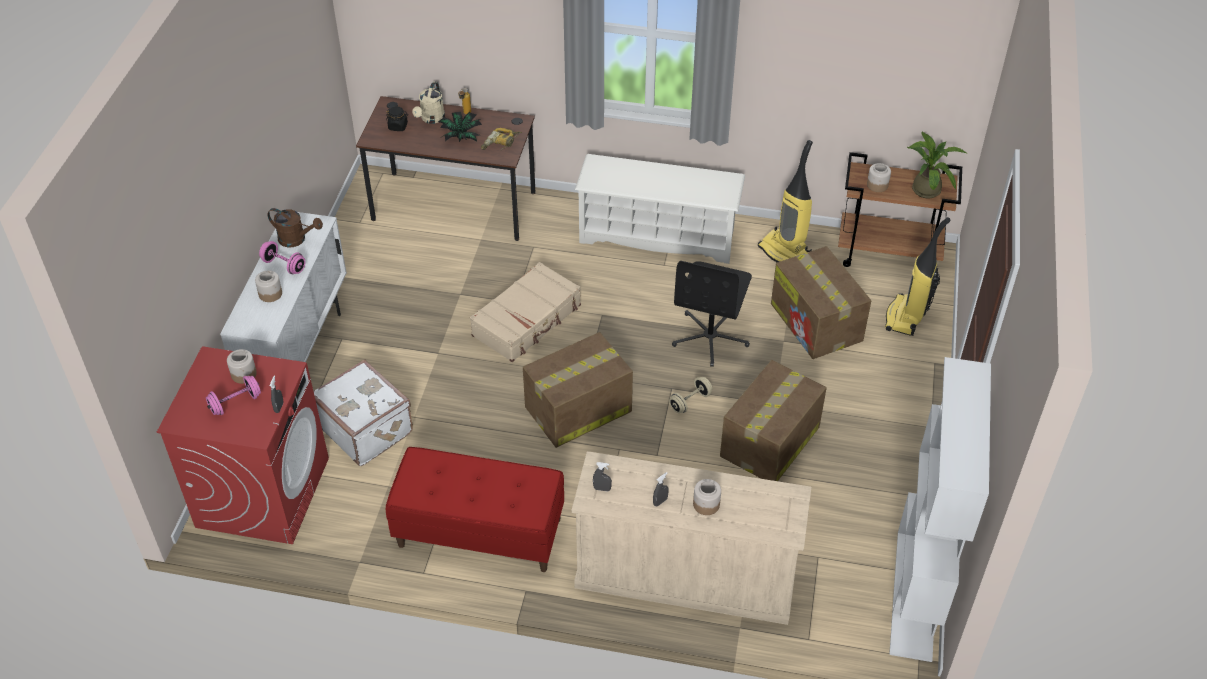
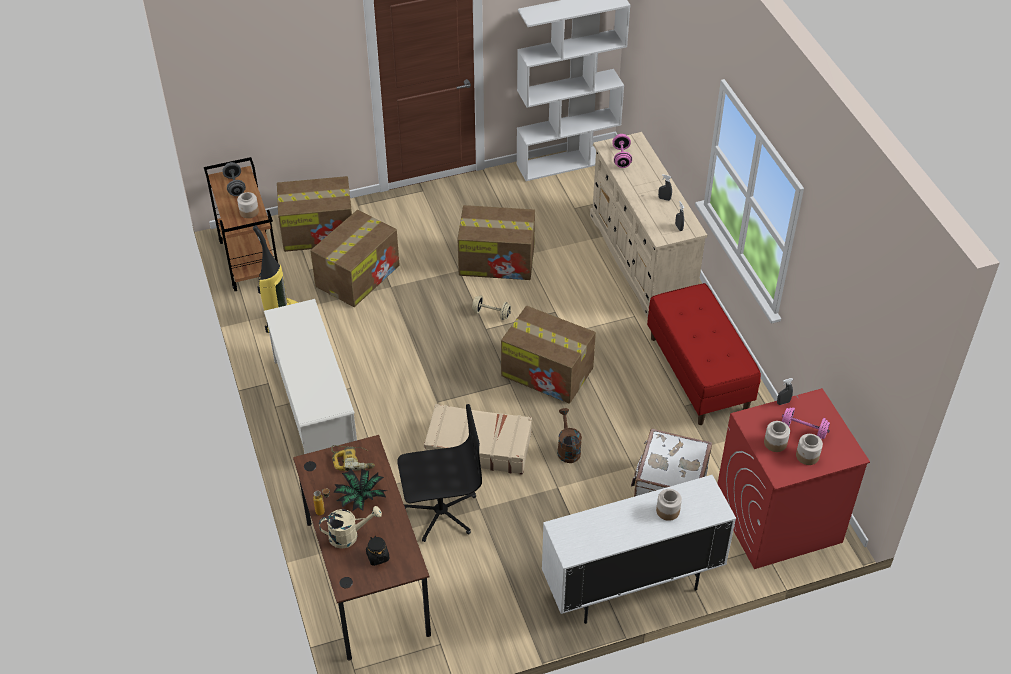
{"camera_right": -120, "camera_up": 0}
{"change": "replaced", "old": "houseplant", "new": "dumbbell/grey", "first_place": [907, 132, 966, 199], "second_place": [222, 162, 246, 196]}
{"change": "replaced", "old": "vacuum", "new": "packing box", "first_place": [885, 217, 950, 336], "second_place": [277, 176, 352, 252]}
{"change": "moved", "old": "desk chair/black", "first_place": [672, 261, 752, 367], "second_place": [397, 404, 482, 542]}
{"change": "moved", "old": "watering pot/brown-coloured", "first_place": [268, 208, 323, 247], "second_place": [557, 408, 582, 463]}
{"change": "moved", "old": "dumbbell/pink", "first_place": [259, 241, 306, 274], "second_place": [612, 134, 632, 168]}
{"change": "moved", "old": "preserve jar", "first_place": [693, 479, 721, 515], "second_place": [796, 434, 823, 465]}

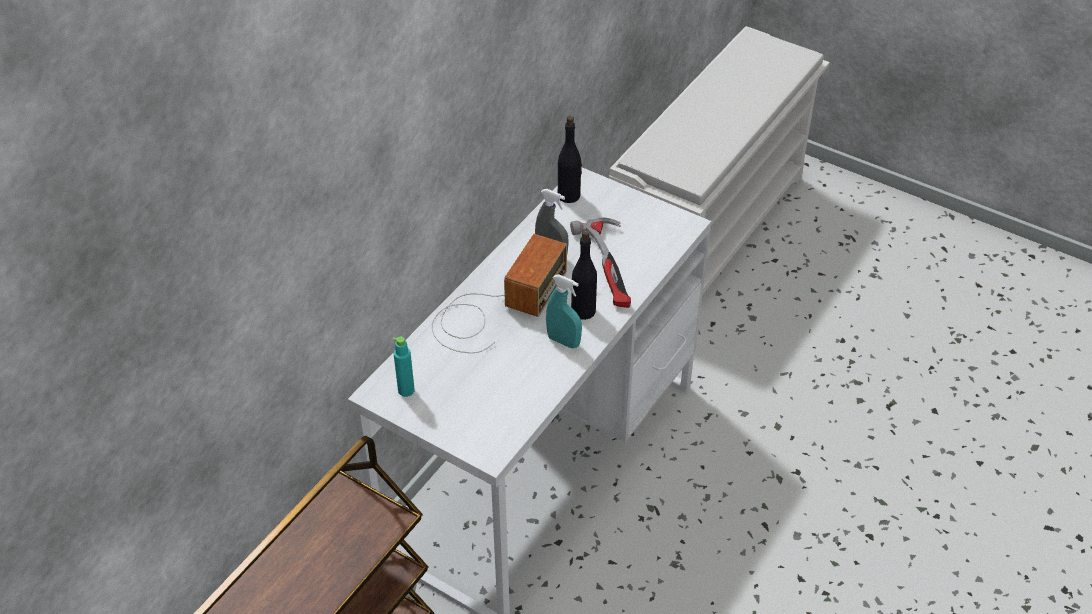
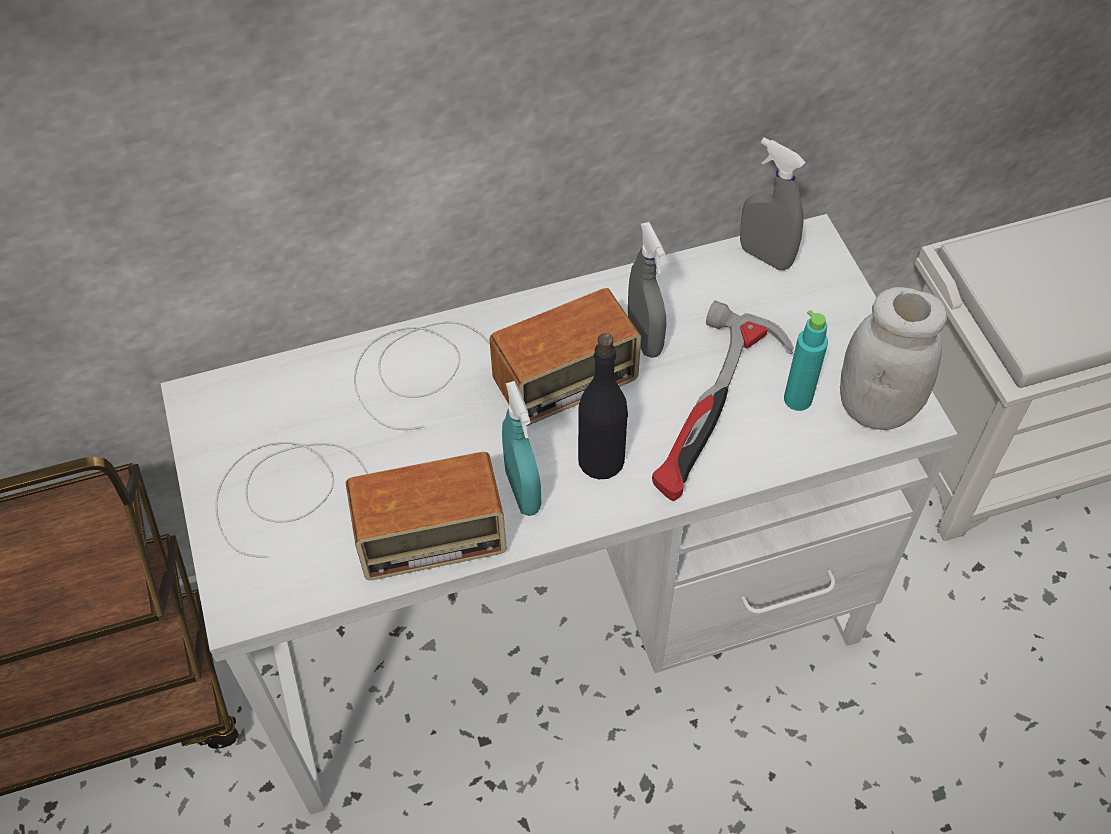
{"camera_right": 40, "camera_up": 10}
{"change": "added", "new": "radio set", "second_place": [215, 442, 507, 580]}
{"change": "replaced", "old": "beverage bottle/black", "new": "hand sprayer/grey", "first_place": [558, 116, 582, 203], "second_place": [740, 138, 805, 270]}
{"change": "moved", "old": "beverage bottle/blue-green", "first_place": [393, 336, 415, 397], "second_place": [784, 310, 828, 411]}
{"change": "added", "new": "preserve jar/whitish", "second_place": [840, 287, 947, 430]}

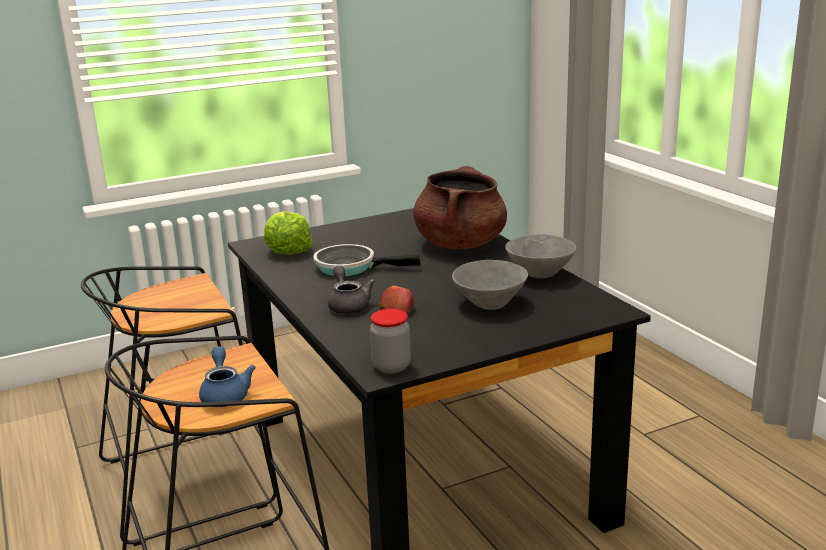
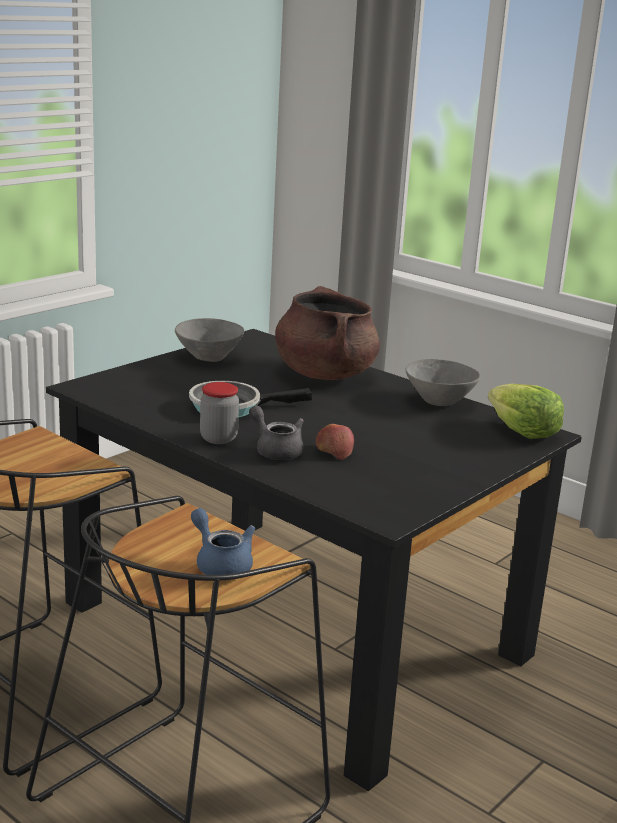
{"camera_right": -25, "camera_up": 0}
{"change": "moved", "old": "serving bowl/grey", "first_place": [452, 260, 528, 310], "second_place": [175, 318, 244, 362]}
{"change": "moved", "old": "preserve jar", "first_place": [370, 309, 411, 374], "second_place": [200, 382, 239, 444]}
{"change": "moved", "old": "lettuce head", "first_place": [264, 211, 312, 255], "second_place": [488, 384, 564, 439]}

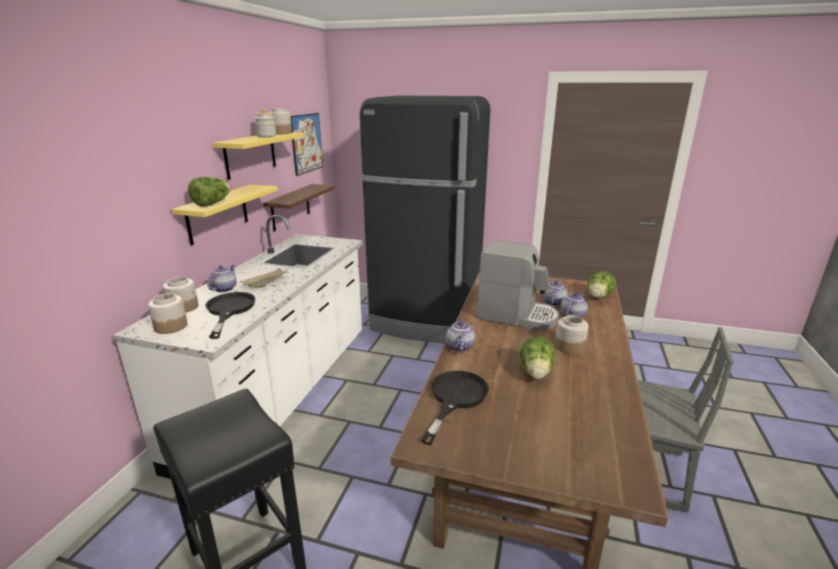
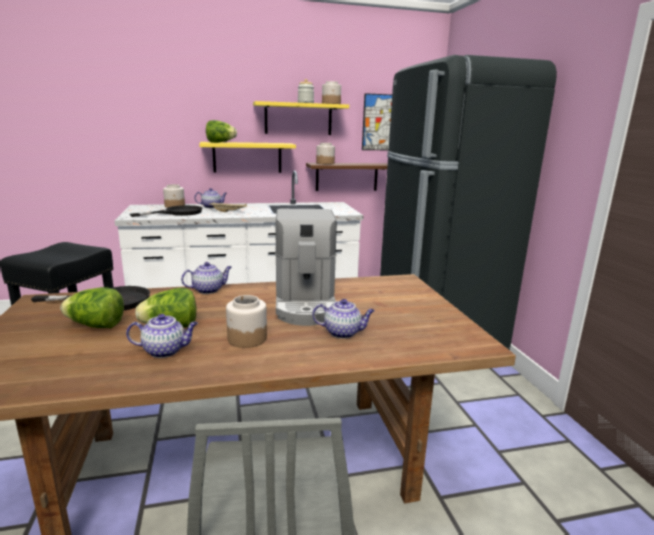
{"camera_right": 60, "camera_up": -5}
{"change": "moved", "old": "lettuce head", "first_place": [588, 271, 616, 298], "second_place": [60, 287, 124, 328]}
{"change": "moved", "old": "tea pot", "first_place": [542, 280, 567, 306], "second_place": [126, 314, 198, 358]}
{"change": "moved", "old": "preserve jar", "first_place": [148, 293, 187, 334], "second_place": [316, 143, 335, 165]}

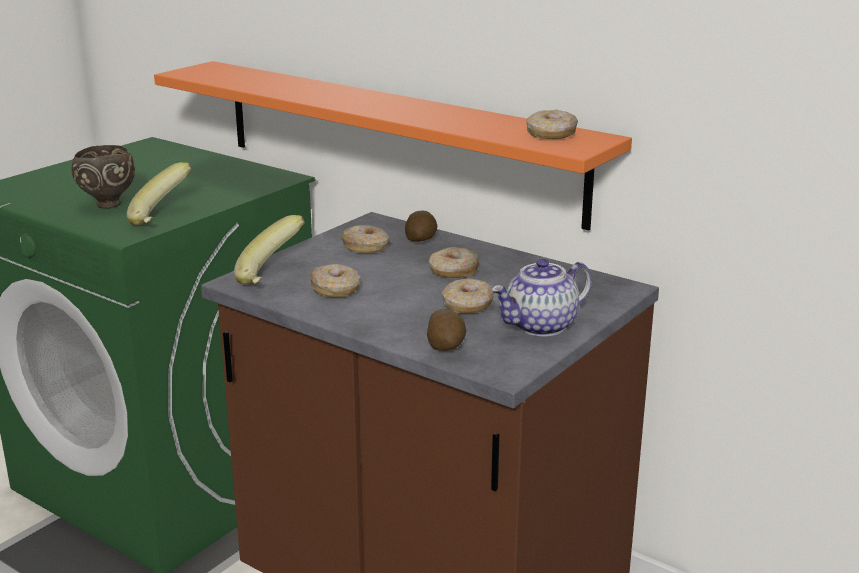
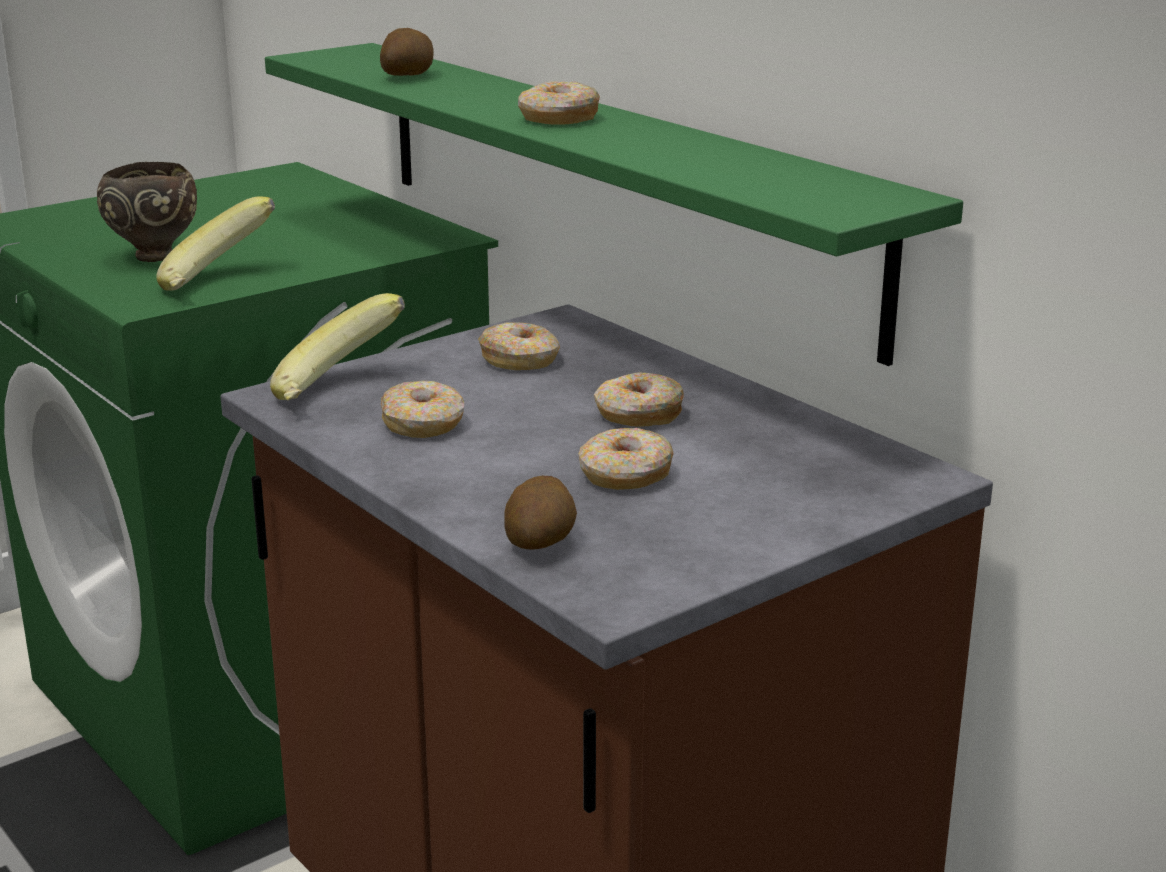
{"camera_right": 15, "camera_up": 0}
{"change": "recoloured", "old": "shelf/orange", "new": "shelf/green", "first_place": [154, 61, 632, 231], "second_place": [265, 43, 963, 366]}
{"change": "moved", "old": "whole potato", "first_place": [405, 210, 437, 242], "second_place": [380, 28, 433, 76]}
{"change": "moved", "old": "donut", "first_place": [526, 110, 578, 139], "second_place": [518, 81, 600, 125]}
{"change": "removed", "old": "tea pot", "first_place": [491, 259, 592, 336]}

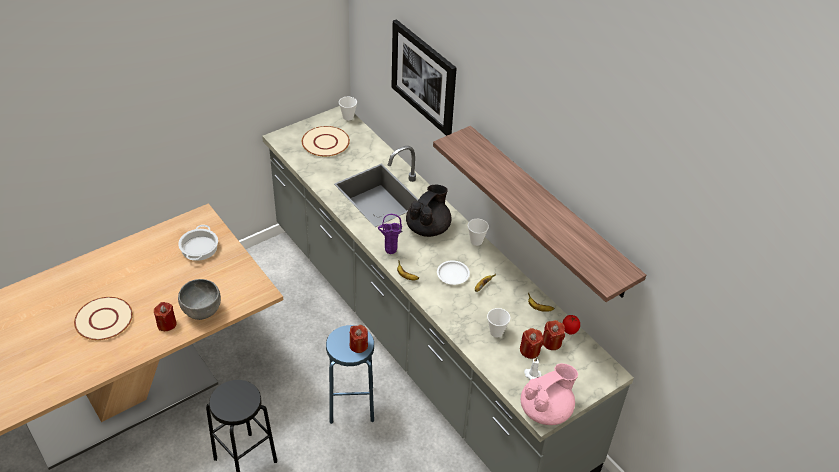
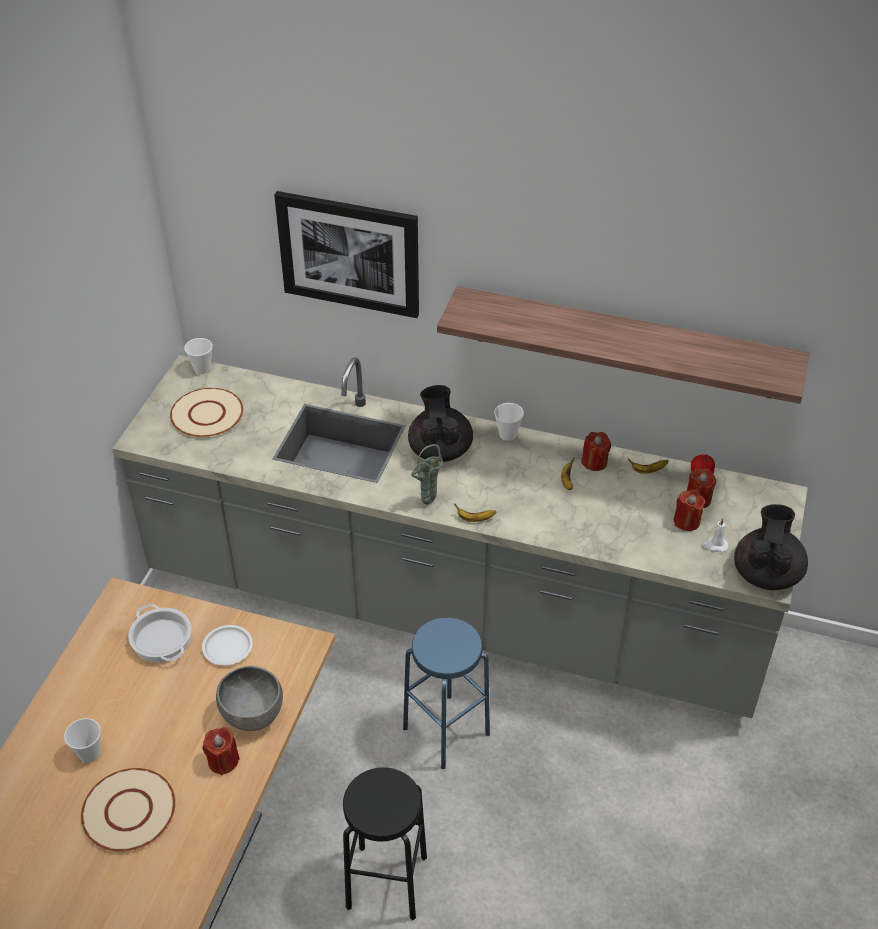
{"camera_right": -35, "camera_up": 0}
{"change": "moved", "old": "small cup", "first_place": [487, 308, 510, 338], "second_place": [64, 718, 101, 763]}
{"change": "moved", "old": "plate/whitish", "first_place": [437, 260, 470, 285], "second_place": [202, 625, 253, 665]}
{"change": "recoloured", "old": "decorative vase/purplish", "new": "decorative vase/green", "first_place": [378, 214, 402, 254], "second_place": [411, 444, 443, 505]}
{"change": "moved", "old": "wax candle/reddish", "first_place": [349, 325, 368, 353], "second_place": [581, 432, 611, 471]}
{"change": "recoloured", "old": "tea pot/pink", "new": "tea pot/black", "first_place": [521, 363, 578, 425], "second_place": [734, 504, 808, 590]}

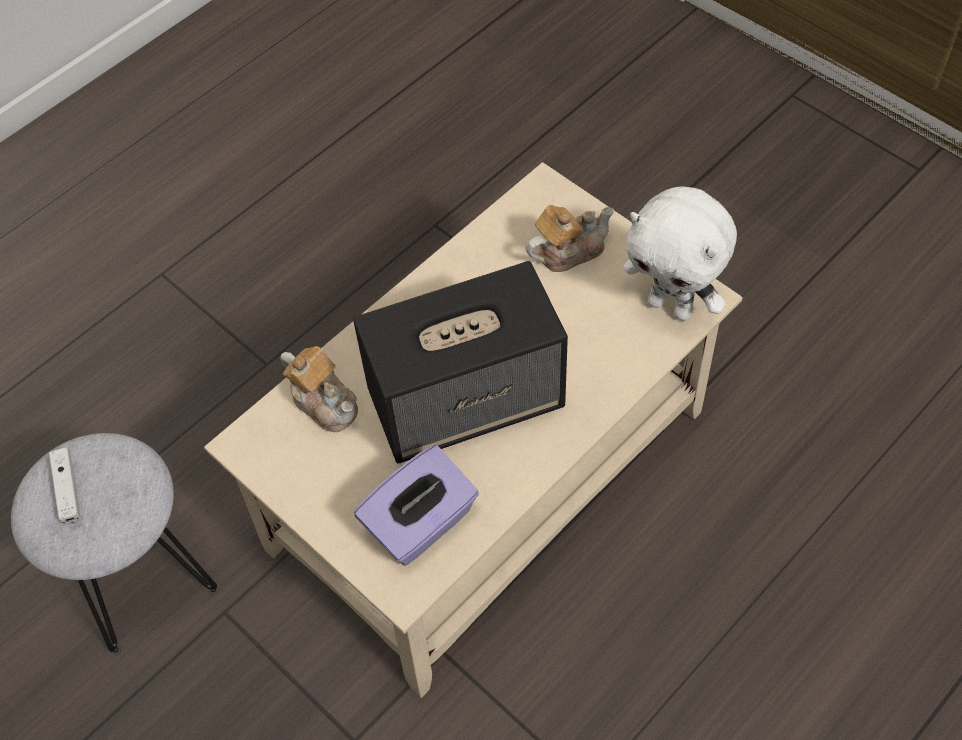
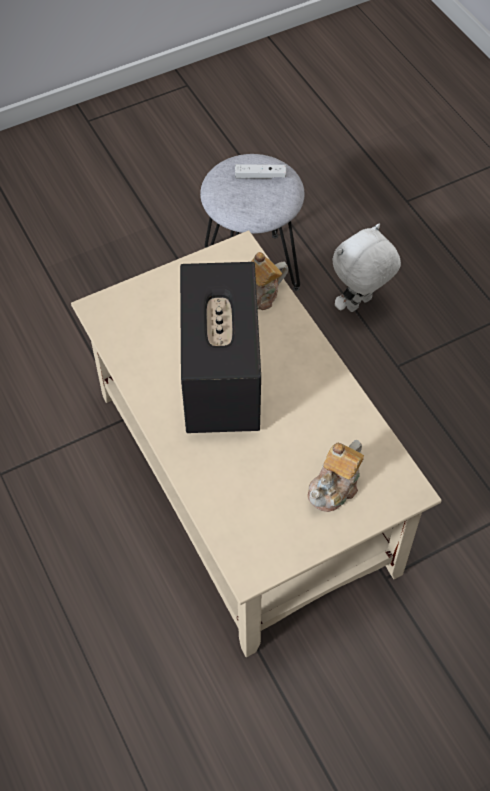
{"camera_right": 105, "camera_up": 0}
{"change": "turned", "old": "tea pot", "first_place": [526, 205, 614, 272], "second_place": [308, 440, 364, 512], "degrees": 45}
{"change": "moved", "old": "soft toy/whitish", "first_place": [624, 186, 737, 321], "second_place": [332, 223, 401, 312]}
{"change": "removed", "old": "tissue holder/purplish", "first_place": [354, 445, 479, 566]}

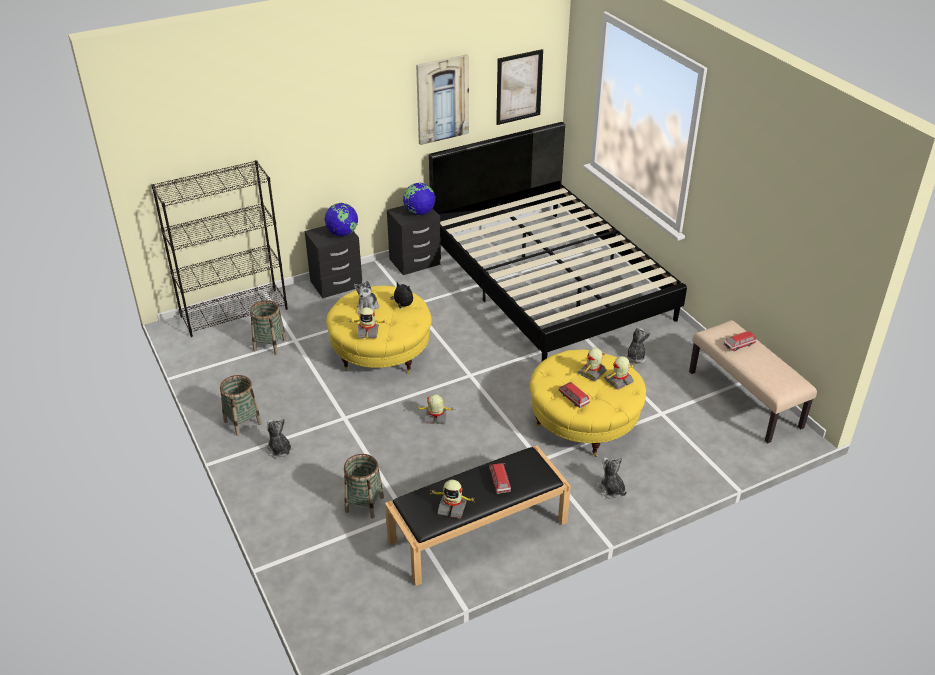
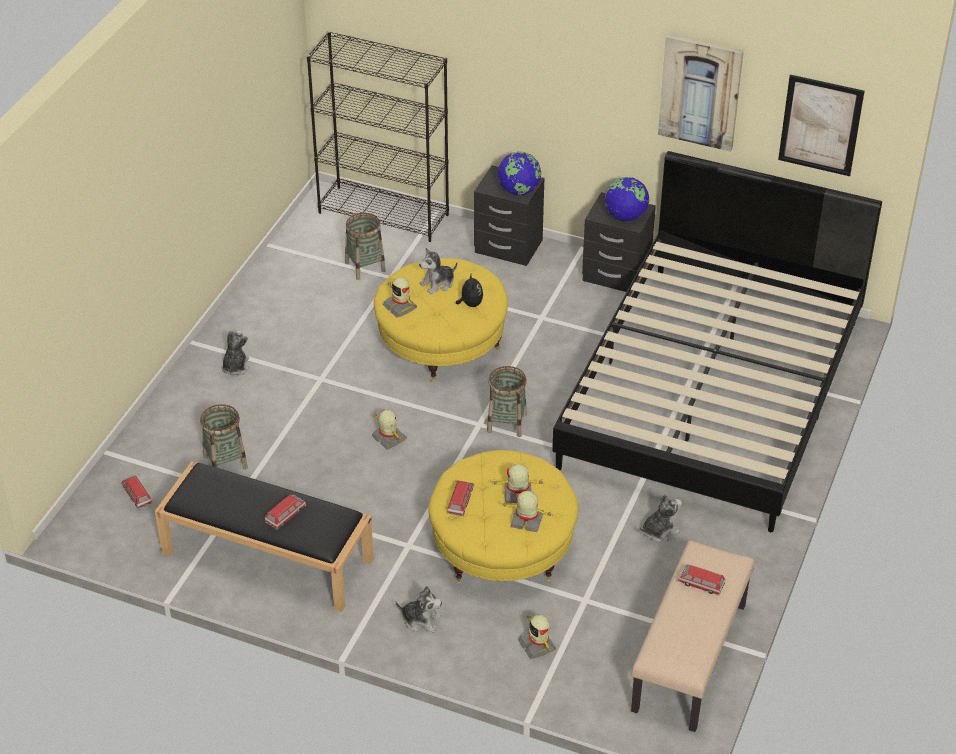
{"camera_right": 50, "camera_up": 5}
{"change": "added", "new": "toy car", "second_place": [121, 475, 152, 509]}
{"change": "turned", "old": "soft toy", "first_place": [596, 457, 627, 499], "second_place": [396, 586, 442, 633], "degrees": 90}
{"change": "moved", "old": "basket", "first_place": [220, 375, 262, 436], "second_place": [487, 366, 527, 437]}
{"change": "moved", "old": "model robot", "first_place": [431, 480, 476, 519], "second_place": [518, 615, 556, 659]}

